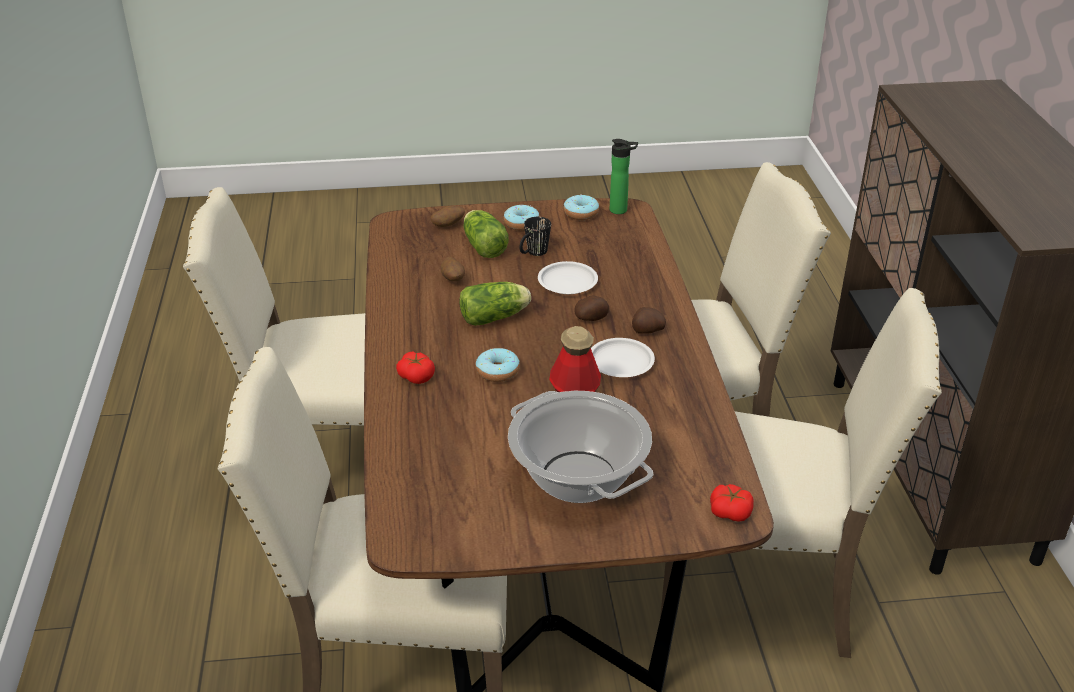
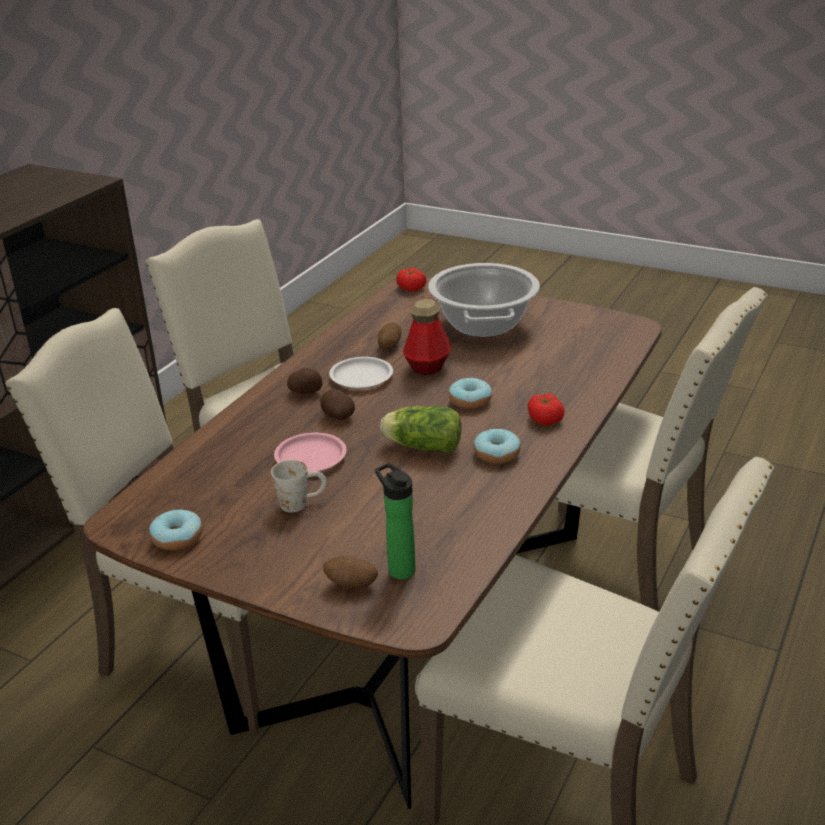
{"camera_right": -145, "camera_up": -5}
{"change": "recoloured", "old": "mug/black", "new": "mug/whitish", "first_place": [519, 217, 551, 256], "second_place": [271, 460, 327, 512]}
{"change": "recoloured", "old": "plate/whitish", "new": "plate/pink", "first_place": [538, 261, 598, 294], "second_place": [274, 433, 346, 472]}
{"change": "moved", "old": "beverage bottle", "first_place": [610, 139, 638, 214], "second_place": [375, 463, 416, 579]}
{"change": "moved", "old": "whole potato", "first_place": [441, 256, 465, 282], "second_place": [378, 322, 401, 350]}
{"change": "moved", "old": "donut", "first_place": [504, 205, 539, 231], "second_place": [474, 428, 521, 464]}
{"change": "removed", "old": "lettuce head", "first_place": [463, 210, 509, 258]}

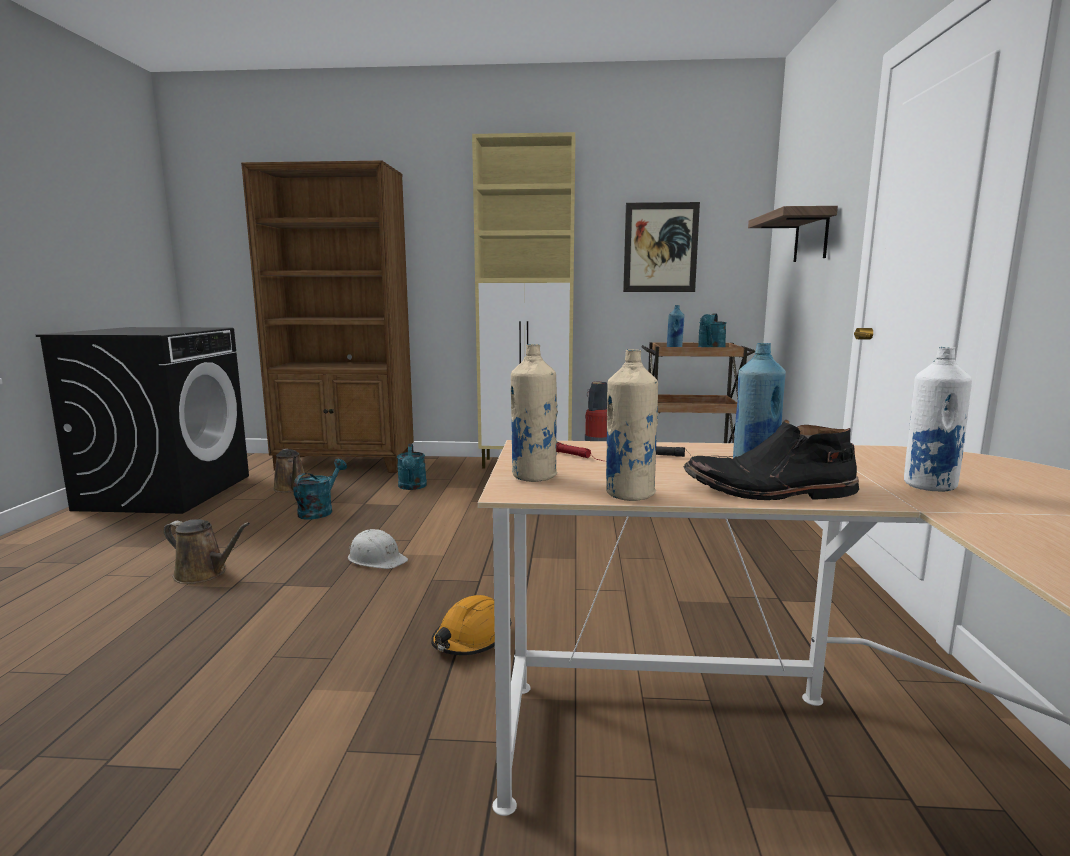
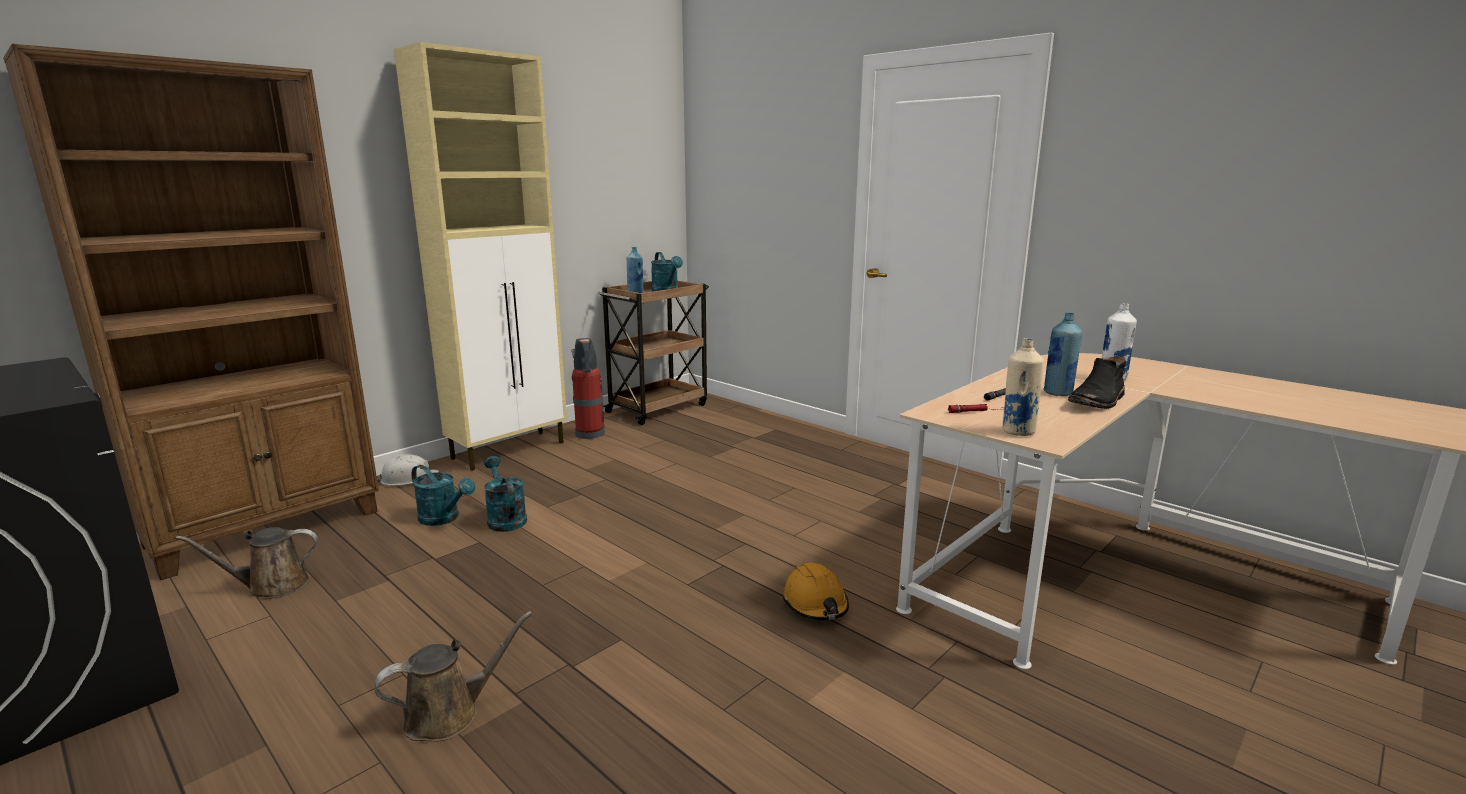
{"camera_right": -50, "camera_up": 5}
{"change": "turned", "old": "watering pot/brown-coloured", "first_place": [273, 449, 306, 493], "second_place": [175, 527, 318, 599], "degrees": 150}
{"change": "moved", "old": "hard hat/whitish", "first_place": [348, 529, 408, 569], "second_place": [377, 454, 439, 486]}
{"change": "moved", "old": "watering pot/blue-green", "first_place": [293, 459, 347, 519], "second_place": [484, 456, 527, 532]}
{"change": "removed", "old": "beverage bottle/sand-coloured", "first_place": [606, 349, 658, 501]}
{"change": "removed", "old": "picture", "first_place": [623, 202, 700, 292]}
{"change": "removed", "old": "shelf", "first_place": [748, 206, 838, 262]}

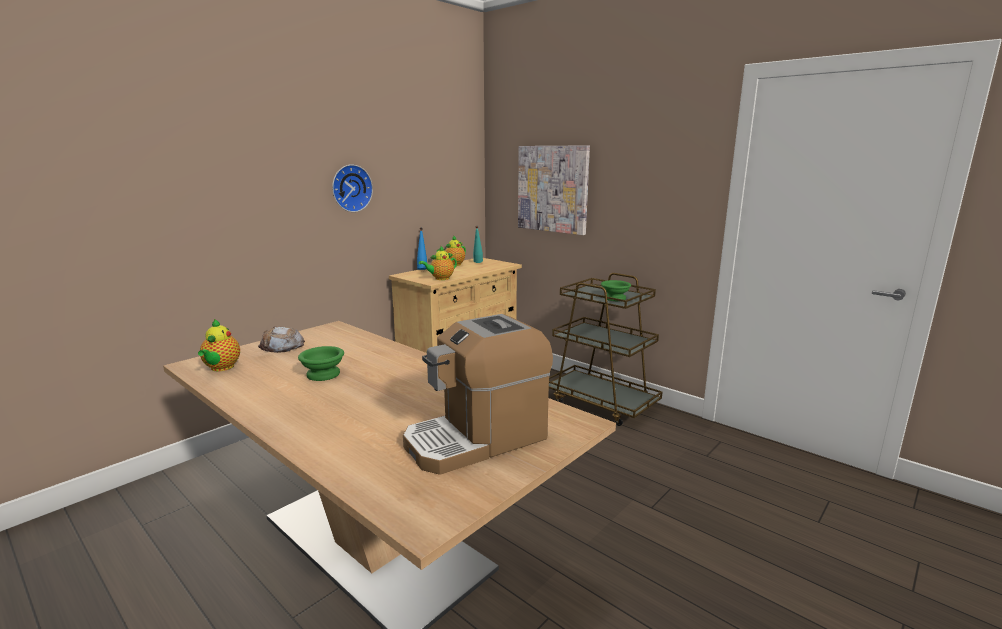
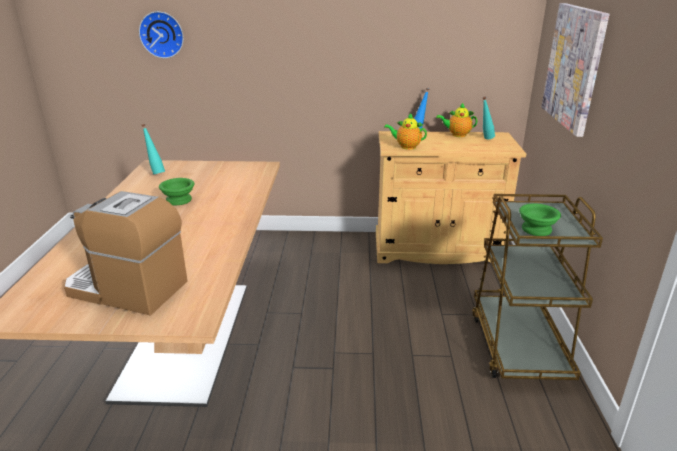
{"camera_right": 50, "camera_up": 10}
{"change": "moved", "old": "wall clock", "first_place": [332, 164, 373, 212], "second_place": [139, 11, 184, 58]}
{"change": "replaced", "old": "tea pot", "new": "beverage bottle/blue-green", "first_place": [198, 319, 240, 371], "second_place": [142, 124, 165, 175]}
{"change": "removed", "old": "baked bread", "first_place": [258, 326, 305, 353]}

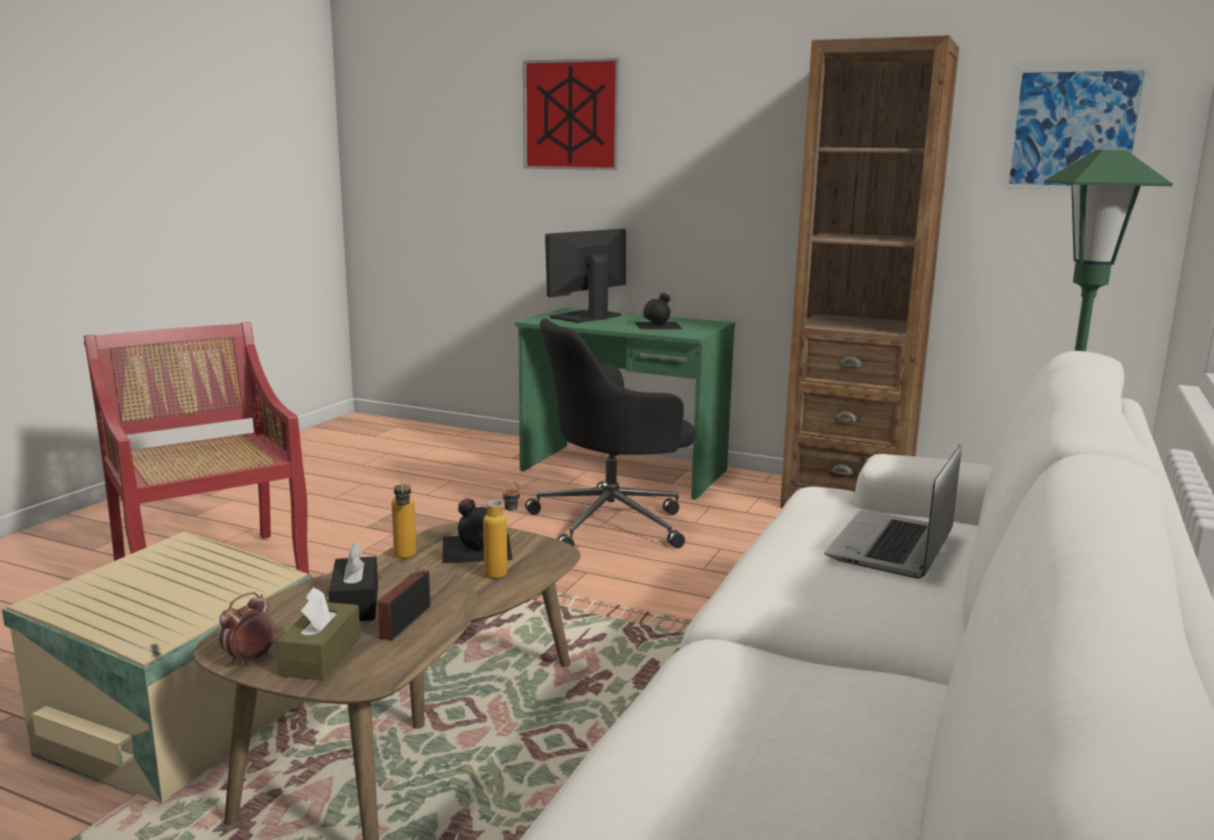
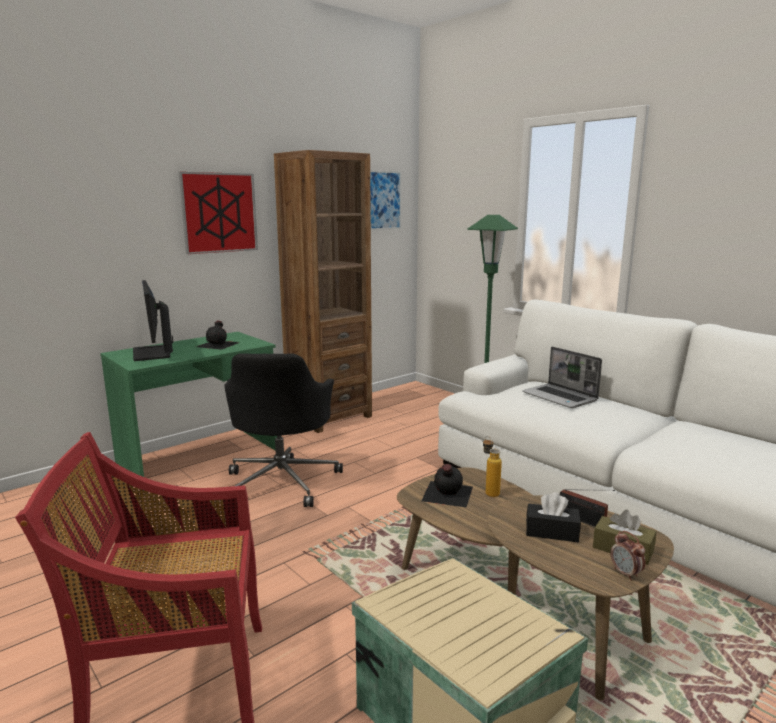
{"camera_right": -65, "camera_up": 0}
{"change": "moved", "old": "picture", "first_place": [523, 58, 620, 170], "second_place": [179, 172, 258, 254]}
{"change": "removed", "old": "beverage bottle", "first_place": [392, 477, 416, 559]}

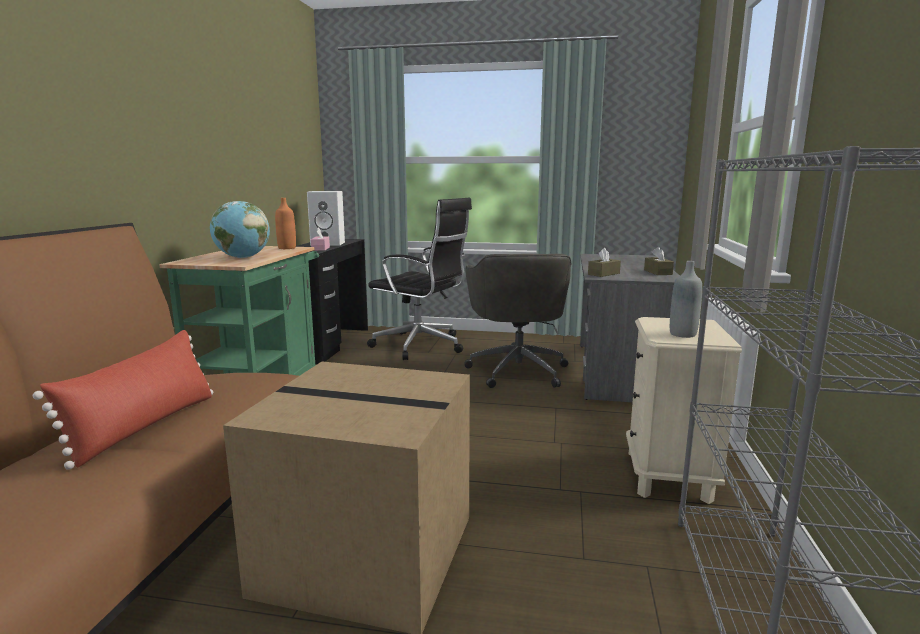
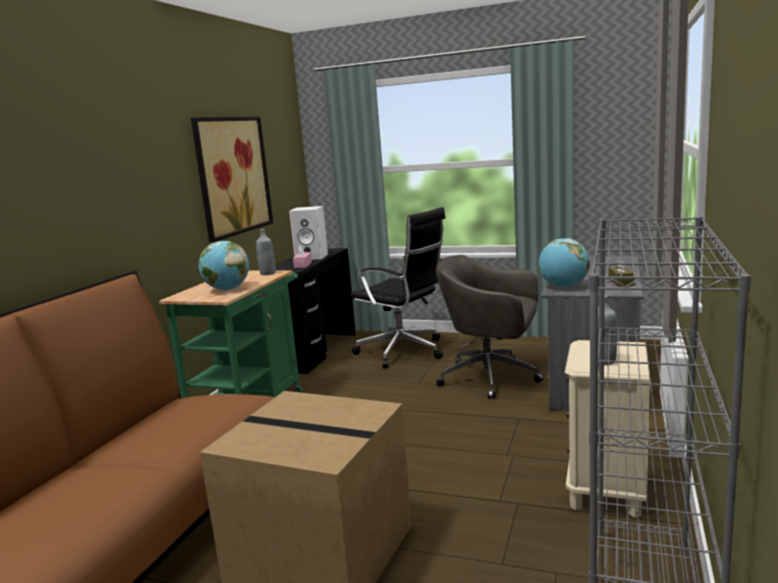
{"camera_right": 10, "camera_up": 0}
{"change": "added", "new": "picture", "second_place": [191, 117, 273, 242]}
{"change": "recoloured", "old": "beverage bottle/orange", "new": "beverage bottle/grey", "first_place": [275, 198, 296, 249], "second_place": [256, 229, 276, 275]}
{"change": "turned", "old": "desk chair/grey", "first_place": [464, 254, 571, 388], "second_place": [436, 255, 544, 399], "degrees": 105}
{"change": "replaced", "old": "tissue holder/brown-coloured", "new": "desk globe", "first_place": [588, 248, 621, 277], "second_place": [539, 238, 590, 288]}
{"change": "removed", "old": "cushion/reddish", "first_place": [33, 330, 213, 470]}

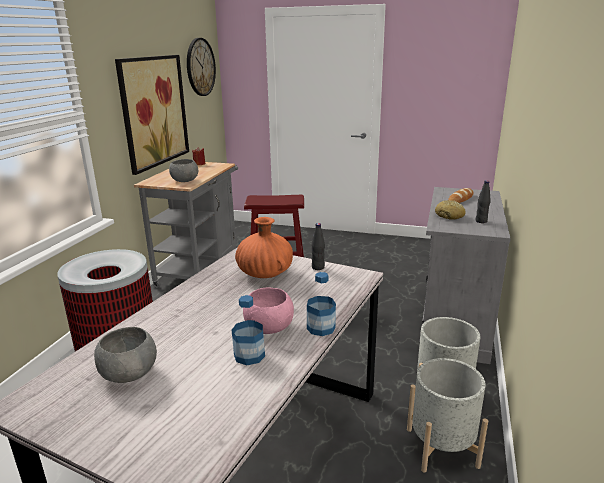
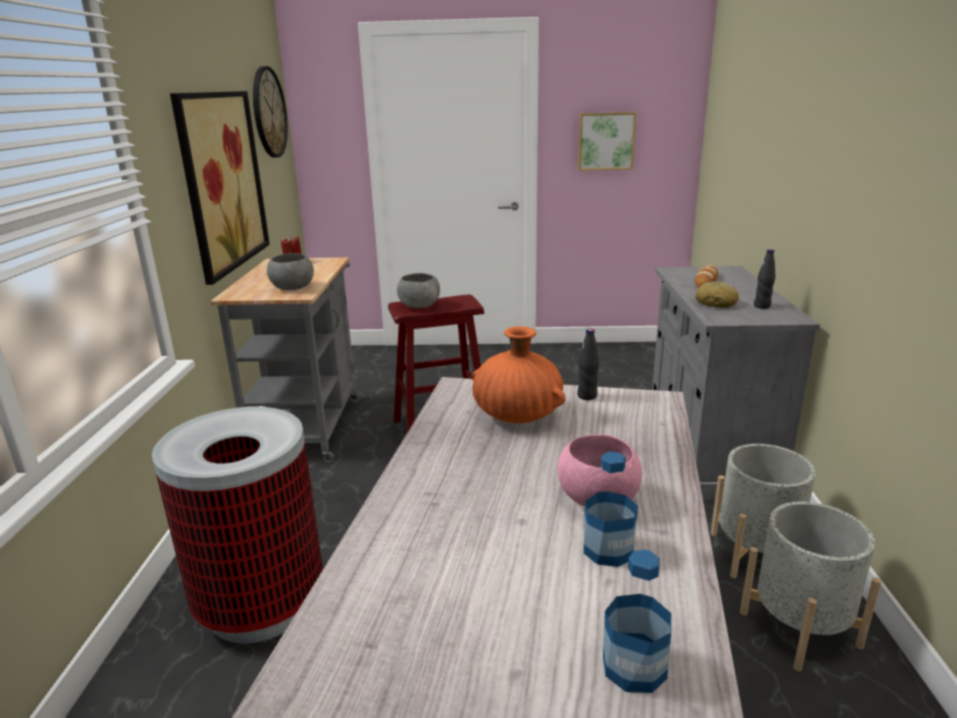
{"camera_right": -15, "camera_up": 0}
{"change": "moved", "old": "serving bowl/grey", "first_place": [94, 327, 157, 383], "second_place": [397, 273, 440, 308]}
{"change": "added", "new": "picture", "second_place": [578, 112, 636, 171]}
{"change": "moved", "old": "beverage bottle", "first_place": [307, 272, 336, 336], "second_place": [603, 550, 671, 693]}

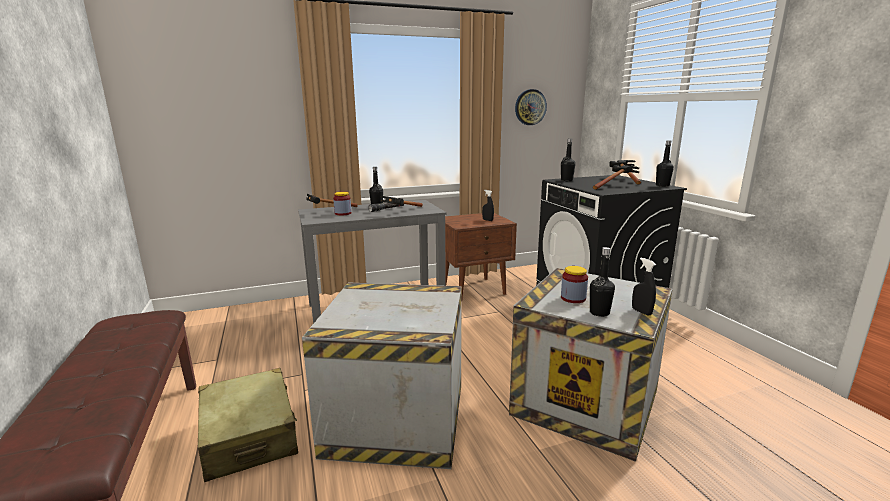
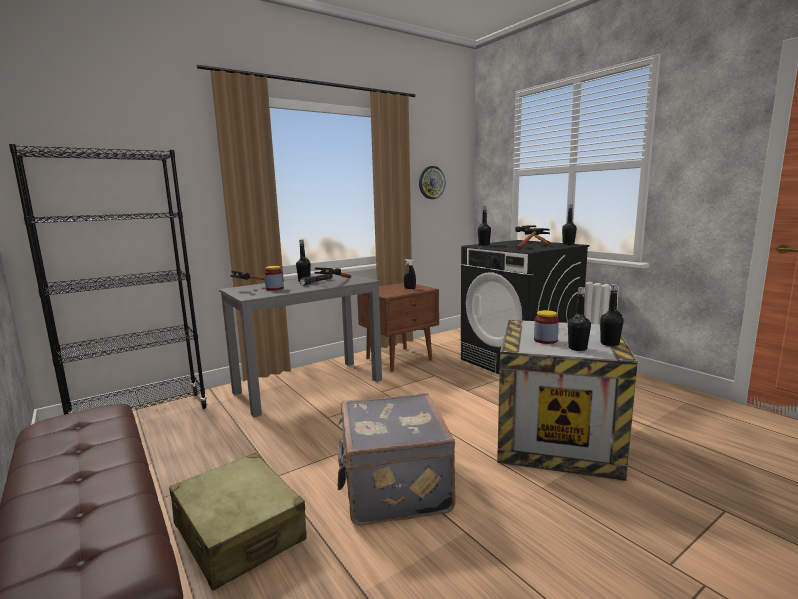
{"camera_right": -15, "camera_up": -5}
{"change": "added", "new": "bookcase/black", "second_place": [9, 144, 208, 415]}
{"change": "replaced", "old": "crate", "new": "travel case/grey", "first_place": [302, 282, 462, 469], "second_place": [338, 393, 456, 525]}
{"change": "replaced", "old": "hand sprayer/black", "new": "beverage bottle/black", "first_place": [632, 258, 656, 316], "second_place": [600, 284, 624, 346]}

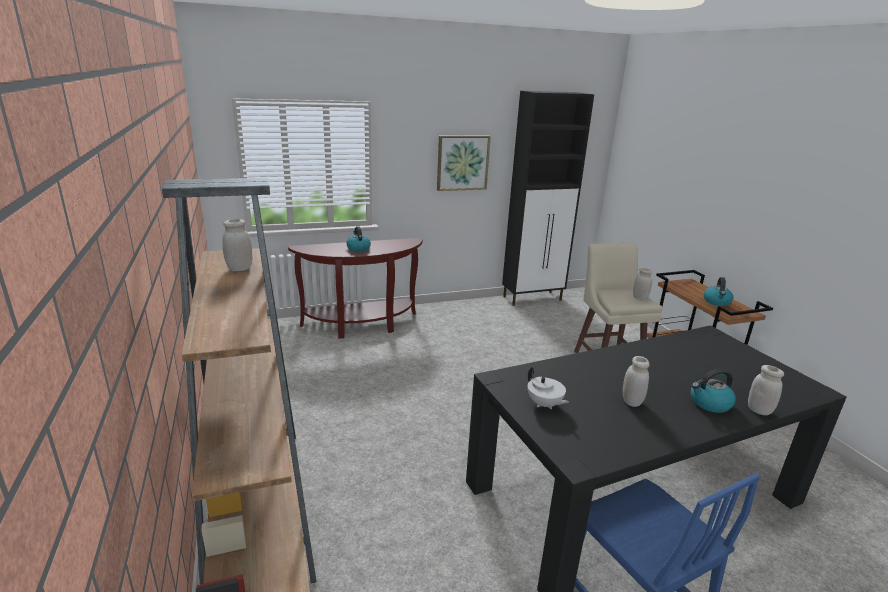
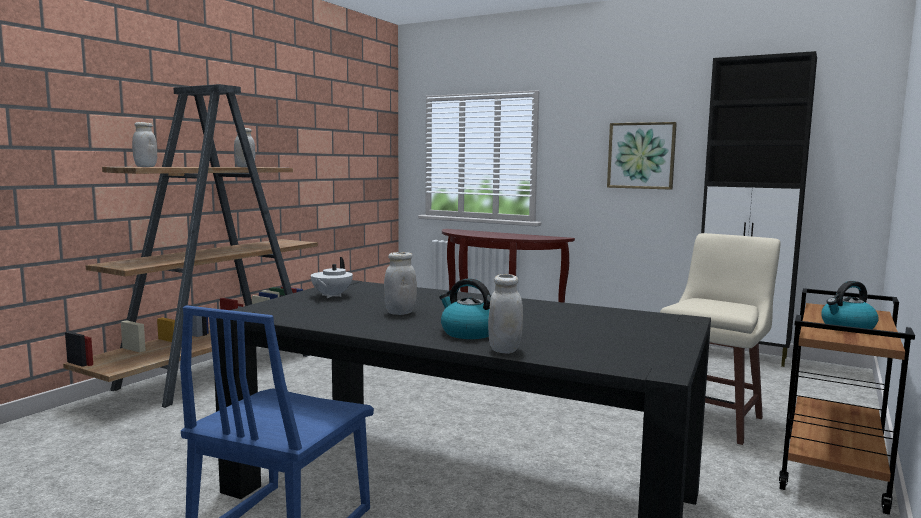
{"camera_right": 50, "camera_up": -15}
{"change": "moved", "old": "preserve jar/whitish", "first_place": [633, 268, 652, 301], "second_place": [132, 122, 157, 167]}
{"change": "removed", "old": "water kettle", "first_place": [346, 226, 371, 252]}

